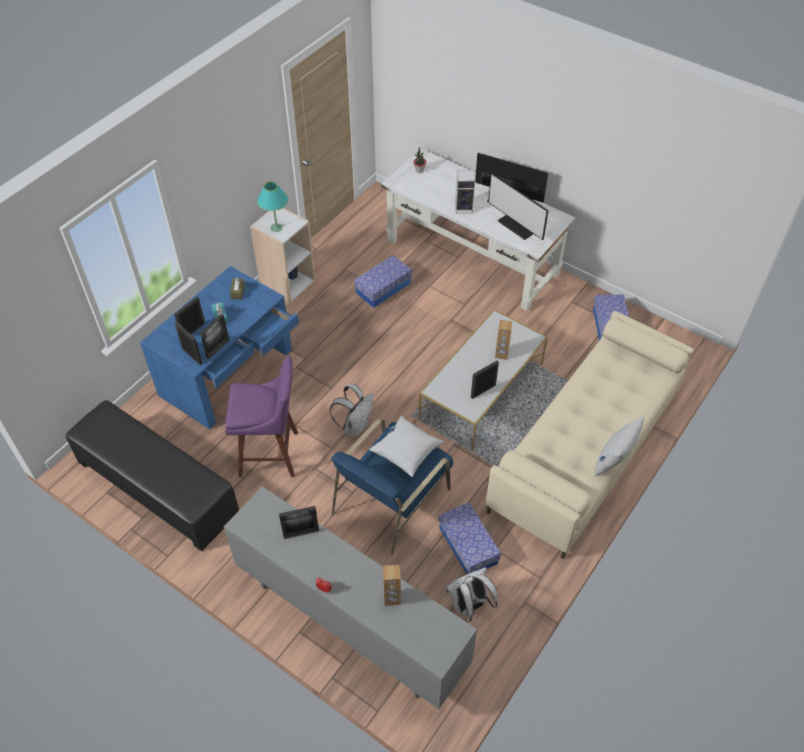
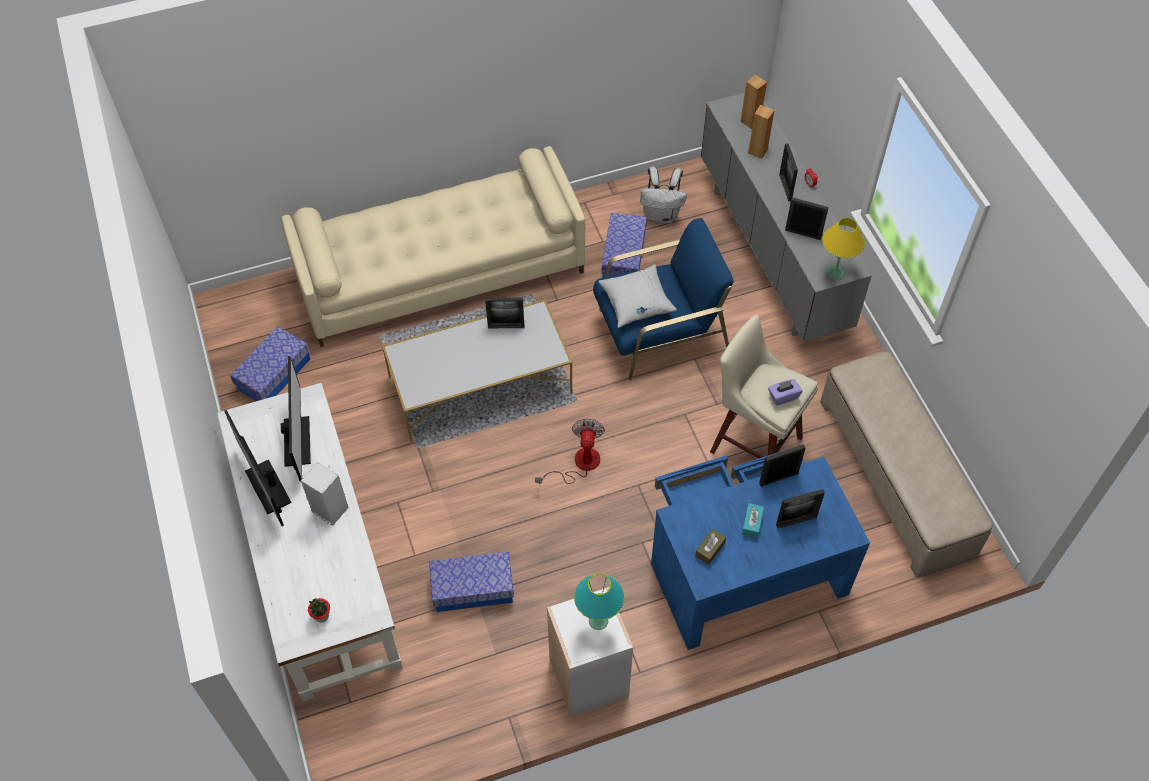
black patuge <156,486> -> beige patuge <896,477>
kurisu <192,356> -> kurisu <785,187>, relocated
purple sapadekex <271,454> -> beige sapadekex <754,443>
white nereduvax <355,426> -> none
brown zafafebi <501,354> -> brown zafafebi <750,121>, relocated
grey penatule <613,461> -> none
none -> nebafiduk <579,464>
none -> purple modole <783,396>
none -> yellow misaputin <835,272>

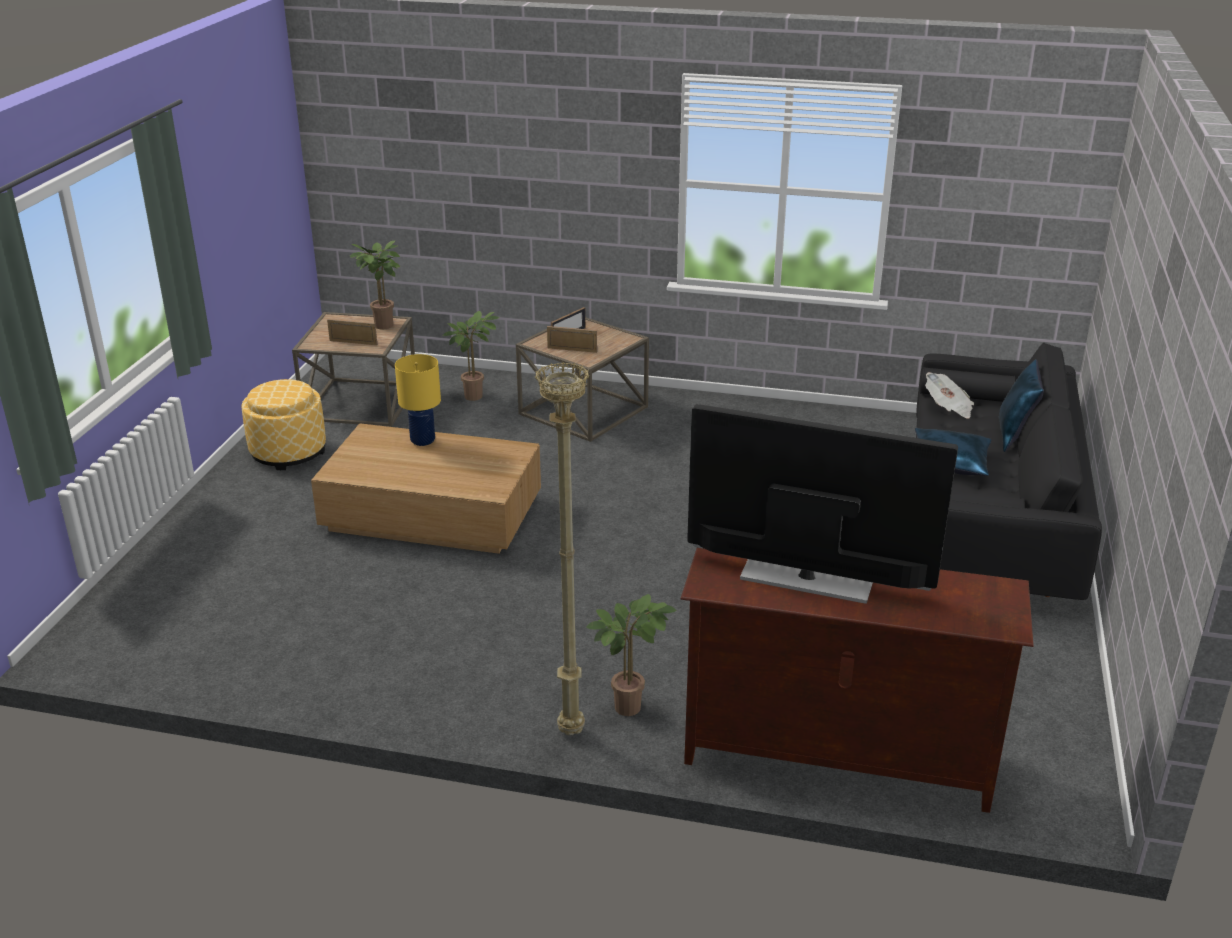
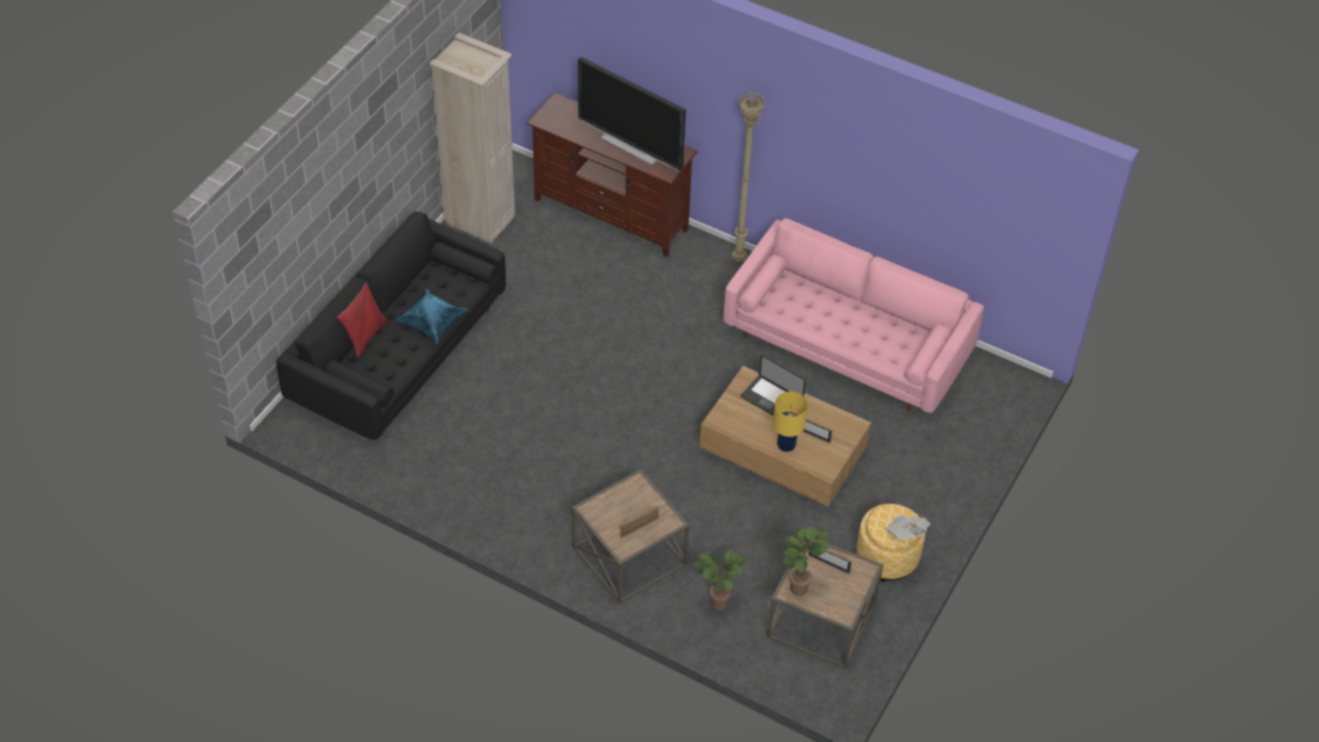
kurisu <572,350> -> kurisu <811,434>, relocated
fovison <630,704> -> none
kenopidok <948,408> -> kenopidok <906,533>, relocated
blue penatule <1015,436> -> red penatule <364,336>
none -> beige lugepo <480,219>
none -> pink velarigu <848,343>
none -> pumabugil <771,399>

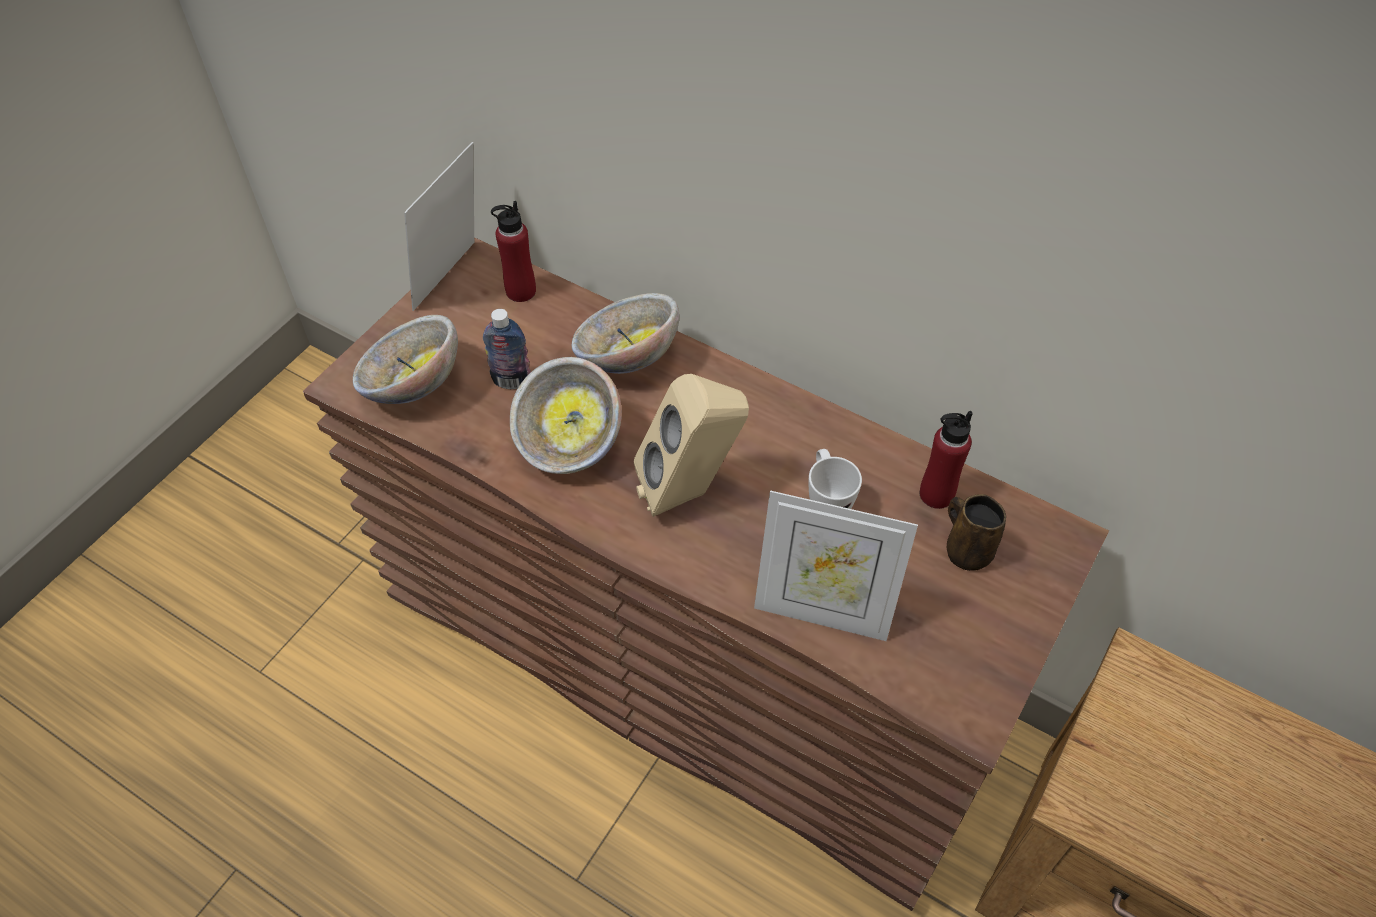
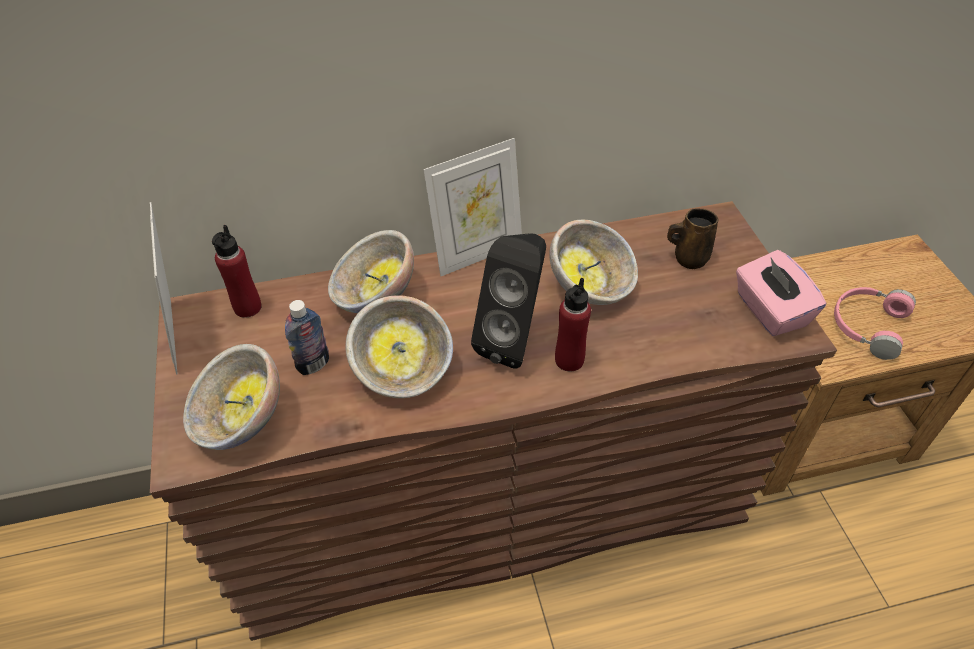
beige zafafebi <691,491> -> black zafafebi <514,340>
kurisu <822,612> -> kurisu <477,254>, relocated
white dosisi <827,499> -> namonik <591,286>
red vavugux <936,494> -> red vavugux <569,360>, relocated
none -> pink modole <769,311>
none -> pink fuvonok <866,325>

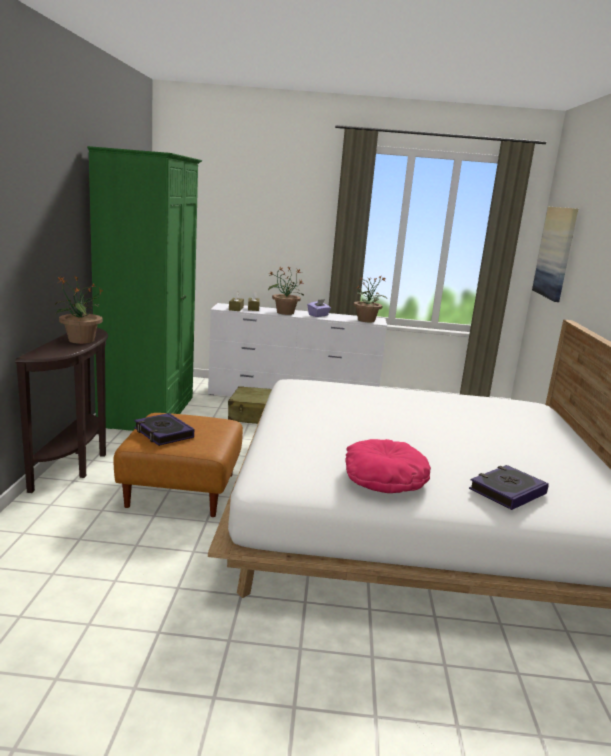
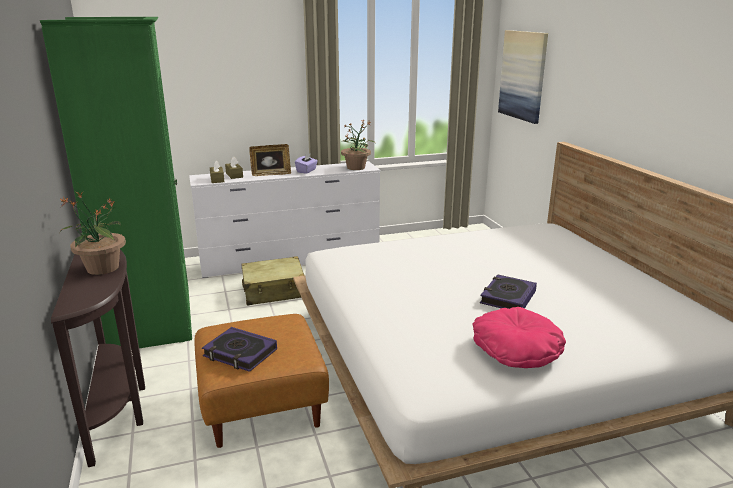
fovison <284,312> -> kurisu <271,174>
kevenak <507,491> -> kevenak <507,297>, relocated

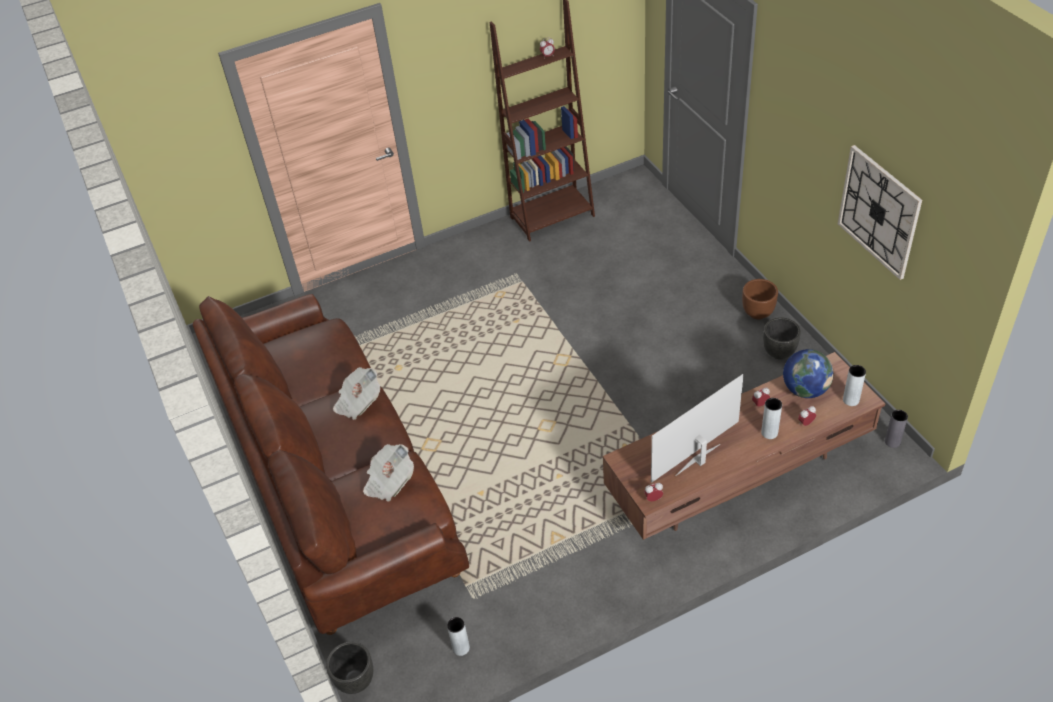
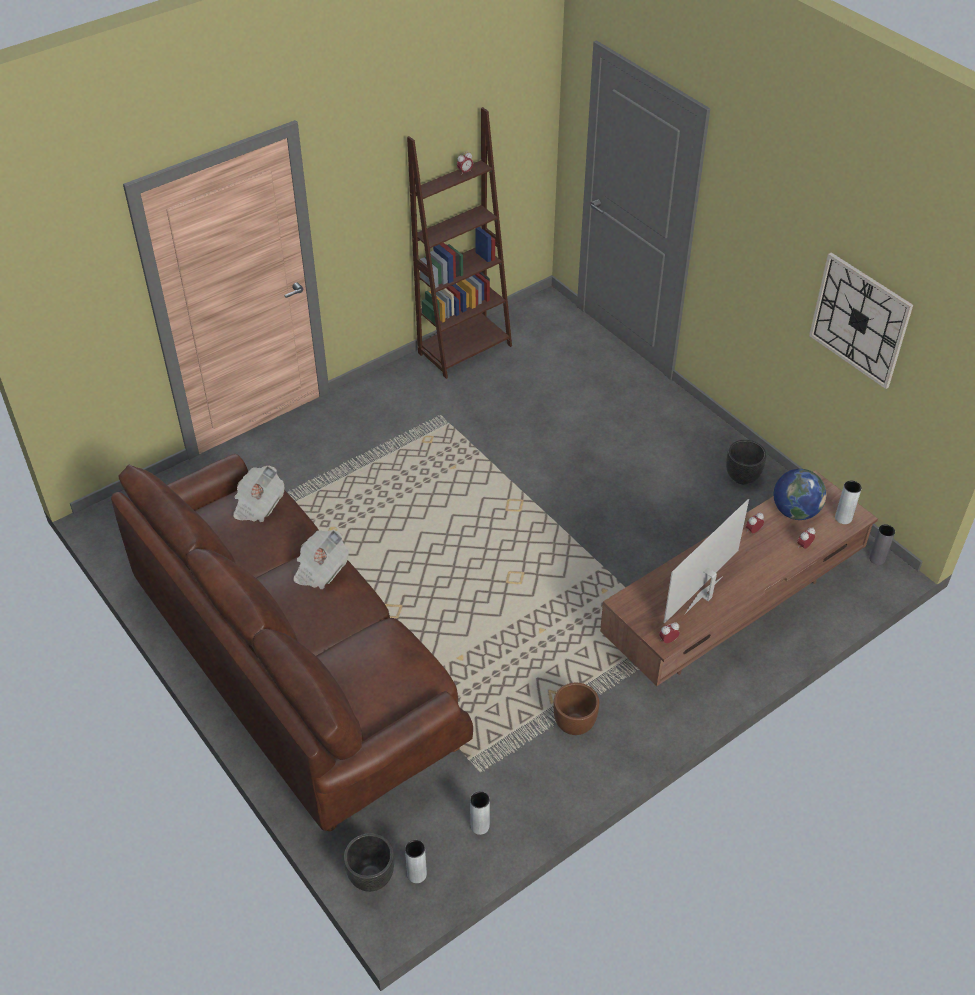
kenopidok <389,482> -> kenopidok <258,505>, relocated
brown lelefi <757,313> -> brown lelefi <574,724>, relocated
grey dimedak <769,433> -> grey dimedak <417,874>, relocated

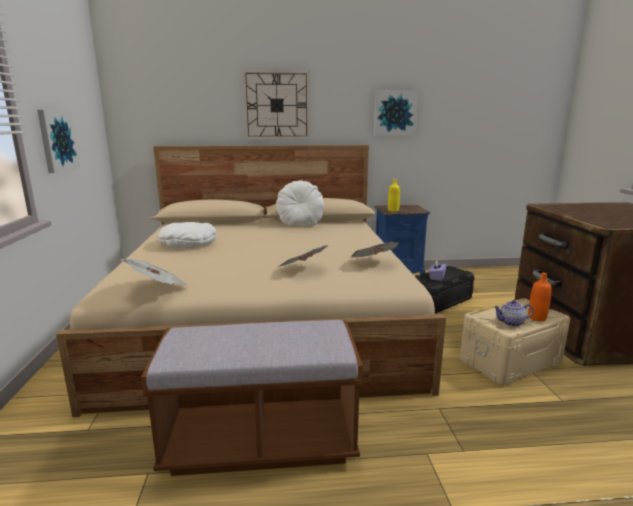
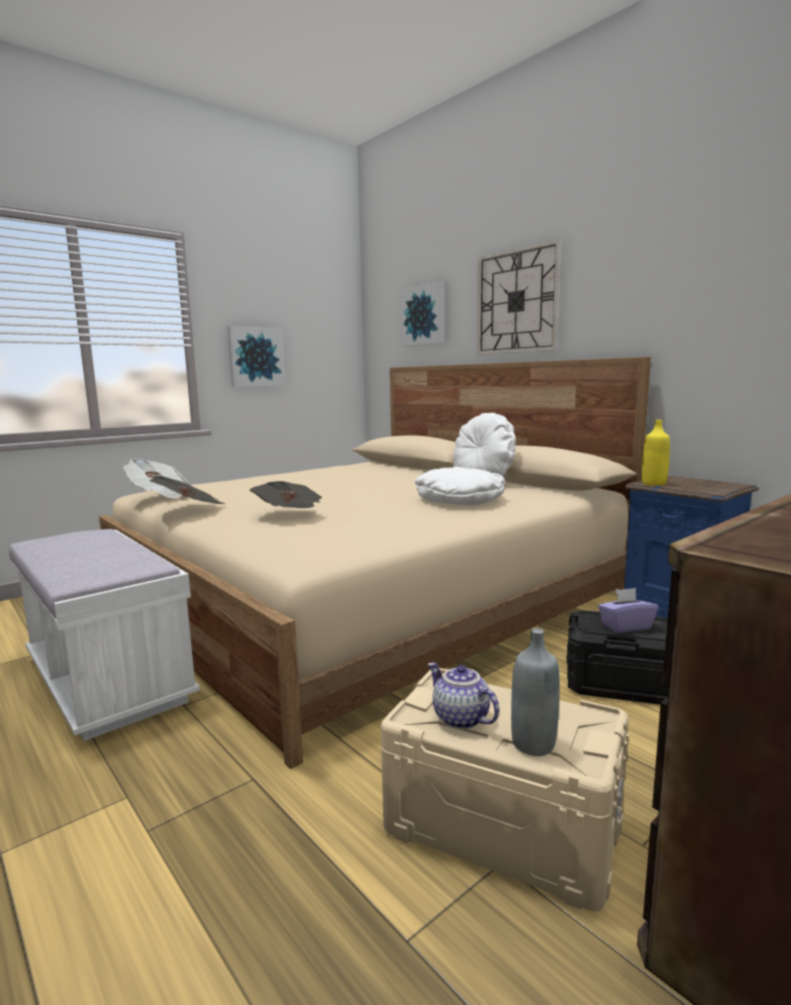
brown patuge <261,441> -> white patuge <108,681>
white penatule <189,243> -> white penatule <461,500>, relocated
kenopidok <373,262> -> kenopidok <191,509>, relocated
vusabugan <395,113> -> vusabugan <424,315>, relocated
orange vavugux <537,318> -> grey vavugux <533,744>

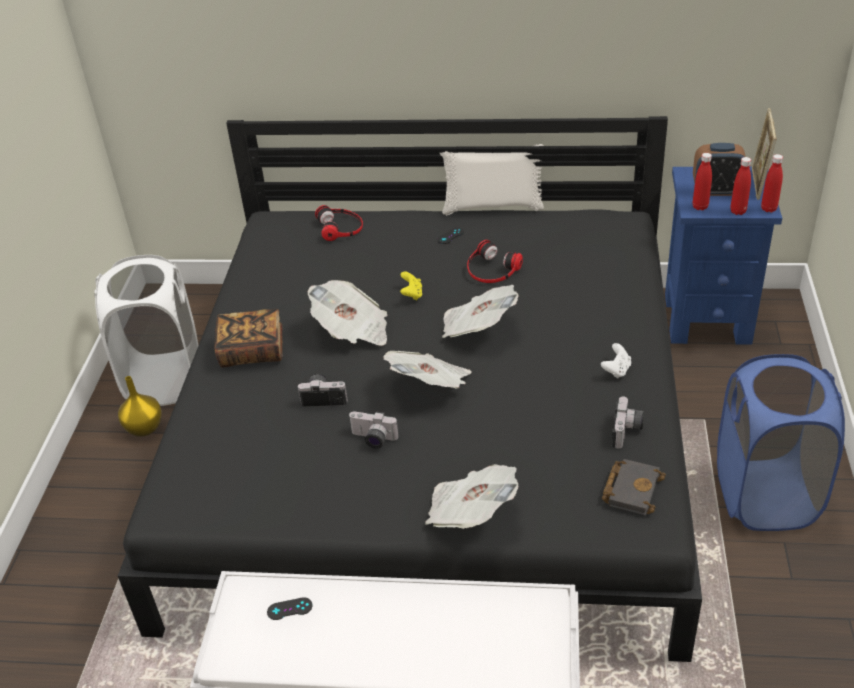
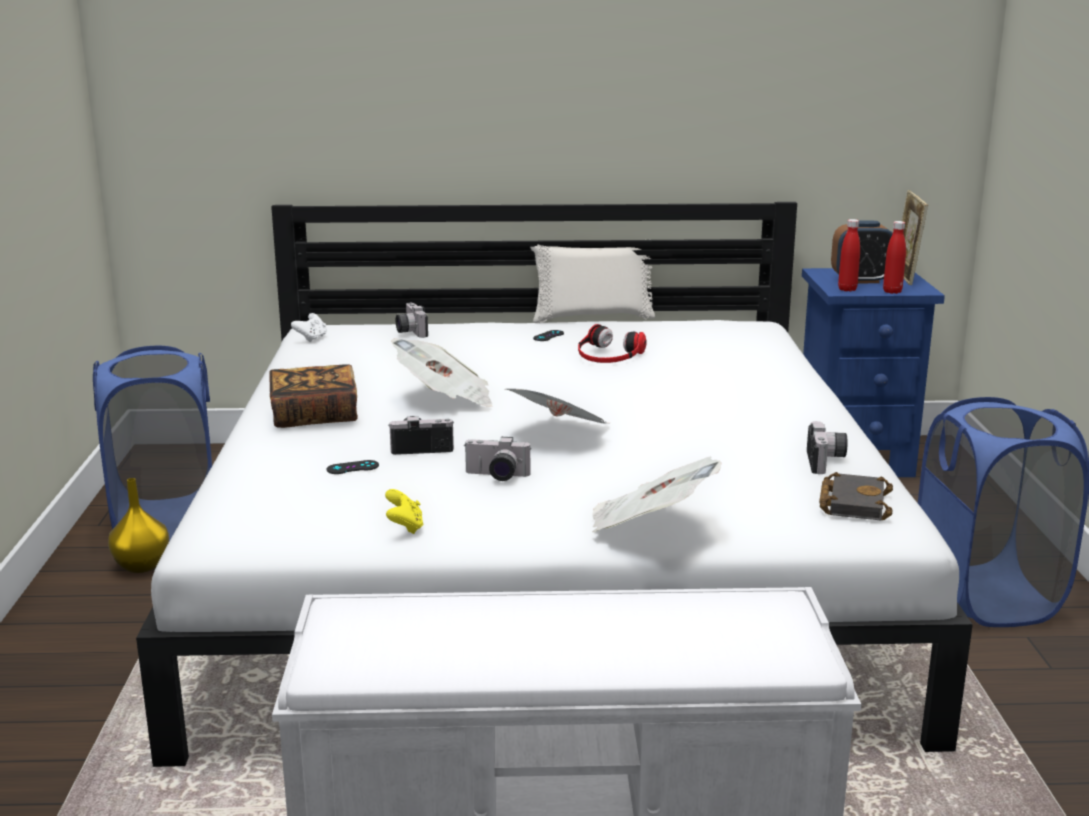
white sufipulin <165,379> -> blue sufipulin <167,523>
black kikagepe <435,438> -> white kikagepe <546,563>
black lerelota <289,609> -> black lerelota <352,467>, relocated
fuvonok <341,227> -> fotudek <409,331>
yellow lerelota <412,294> -> yellow lerelota <404,527>, relocated
kenopidok <477,328> -> none
white lerelota <616,370> -> white lerelota <311,338>, relocated
red vavugux <768,209> -> none

